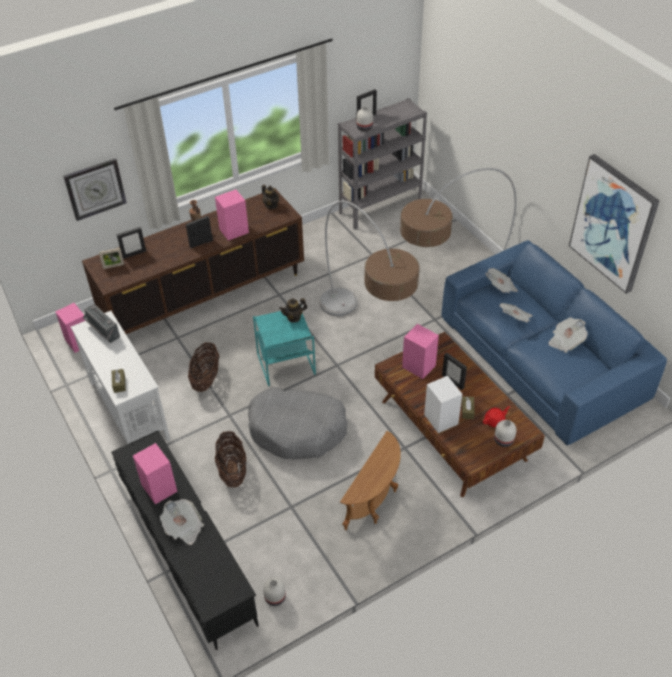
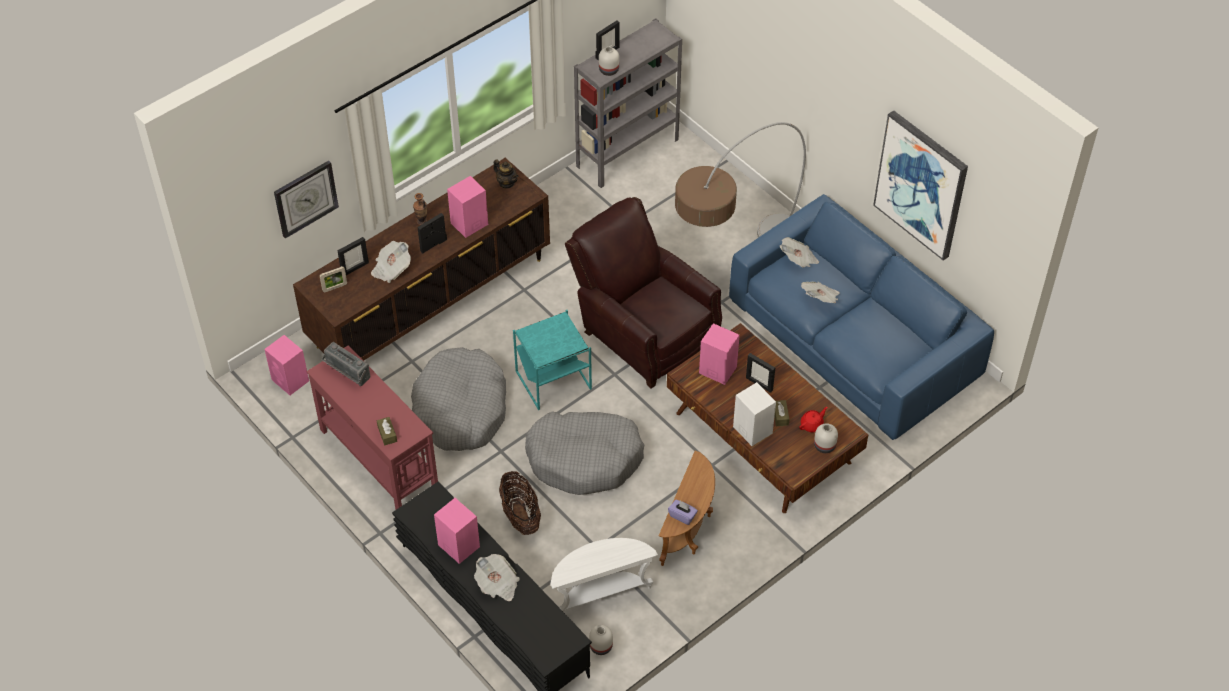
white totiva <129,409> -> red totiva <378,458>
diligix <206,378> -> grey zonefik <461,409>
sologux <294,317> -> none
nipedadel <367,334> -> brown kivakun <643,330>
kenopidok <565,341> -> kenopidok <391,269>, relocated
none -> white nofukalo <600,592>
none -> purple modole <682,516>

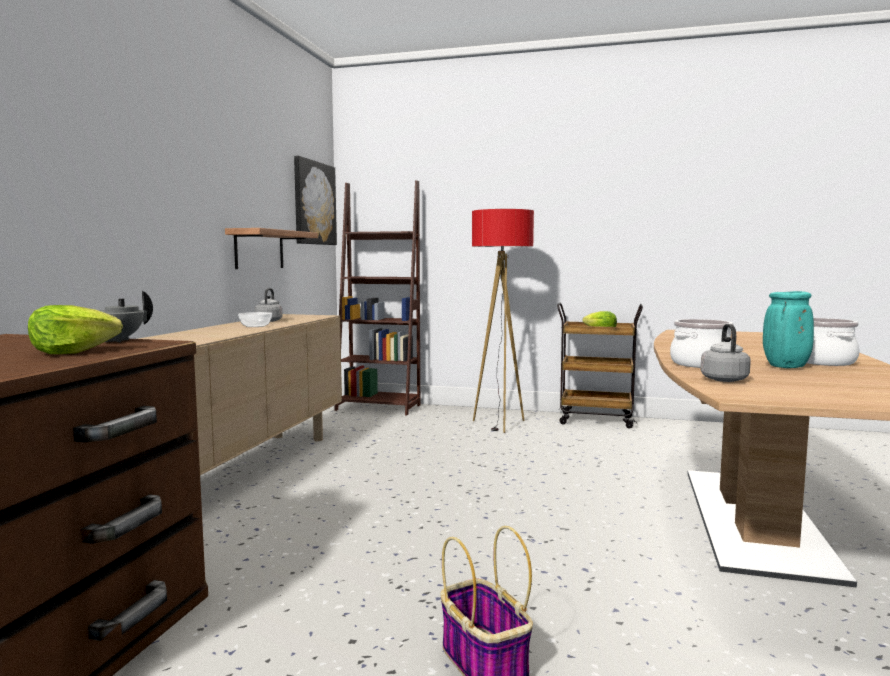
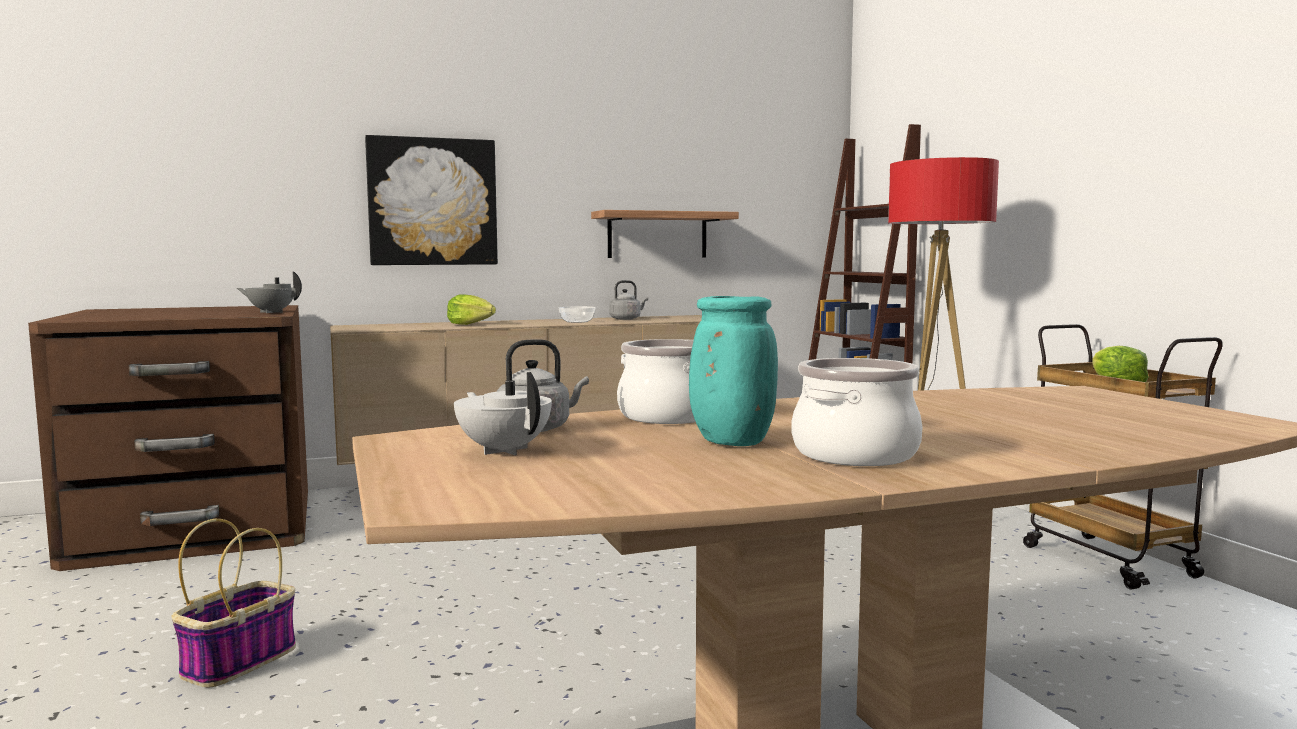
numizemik <72,352> -> numizemik <470,324>, relocated
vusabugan <314,203> -> vusabugan <432,202>, relocated
none -> white sologux <504,450>

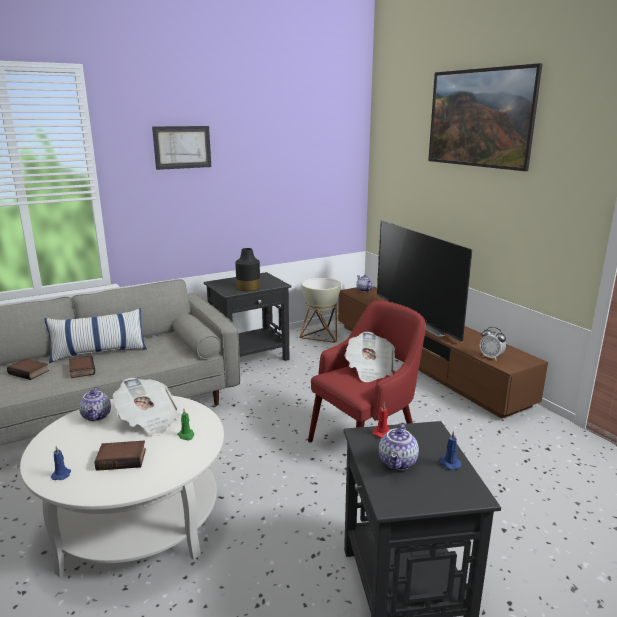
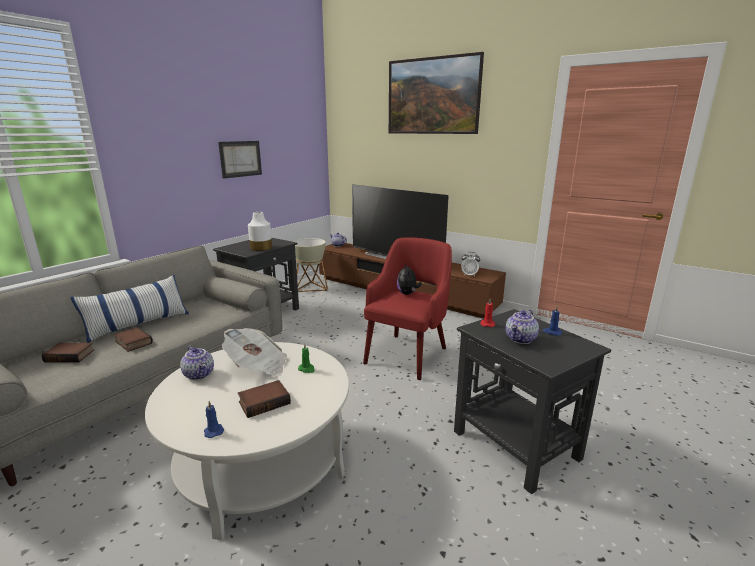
vusabugan <182,147> -> vusabugan <240,159>, relocated
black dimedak <248,287> -> white dimedak <261,248>
kenopidok <369,370> -> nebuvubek <407,293>
sologux <398,463> -> sologux <521,339>, 45 degrees clockwise

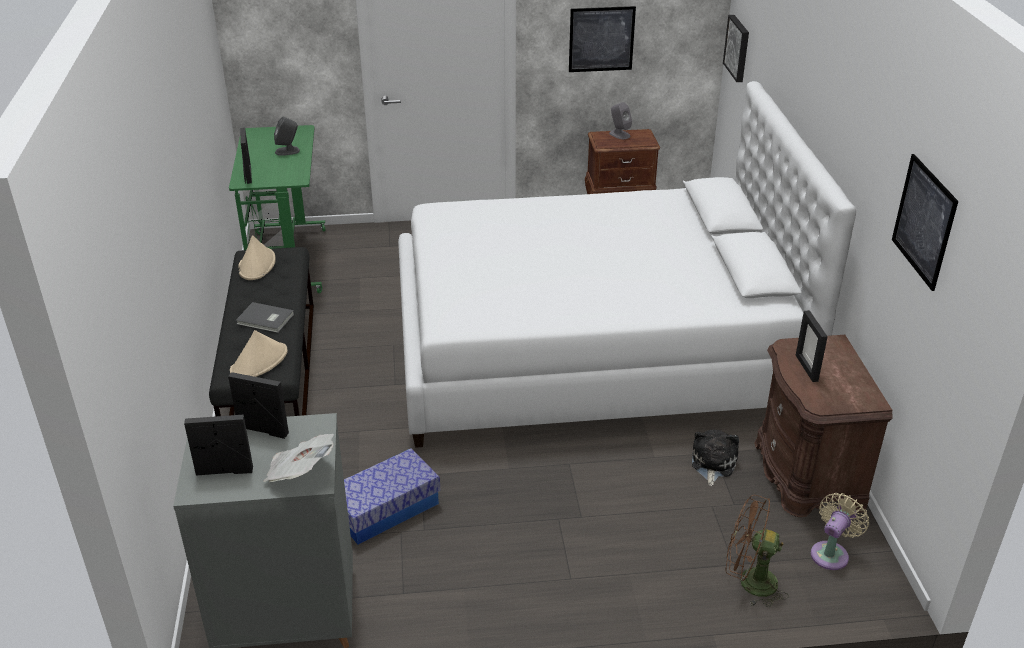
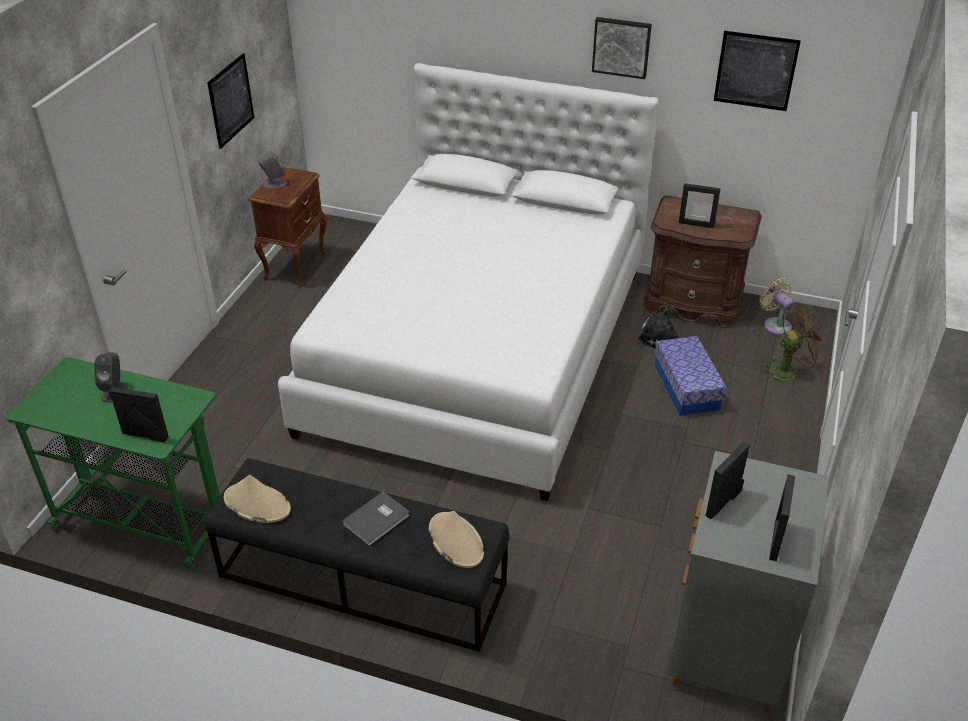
kenopidok <300,472> -> none
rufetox <385,509> -> rufetox <686,387>, relocated
vusabugan <738,48> -> vusabugan <621,47>, relocated
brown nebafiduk <749,582> -> brown nebafiduk <788,371>, 150 degrees counterclockwise

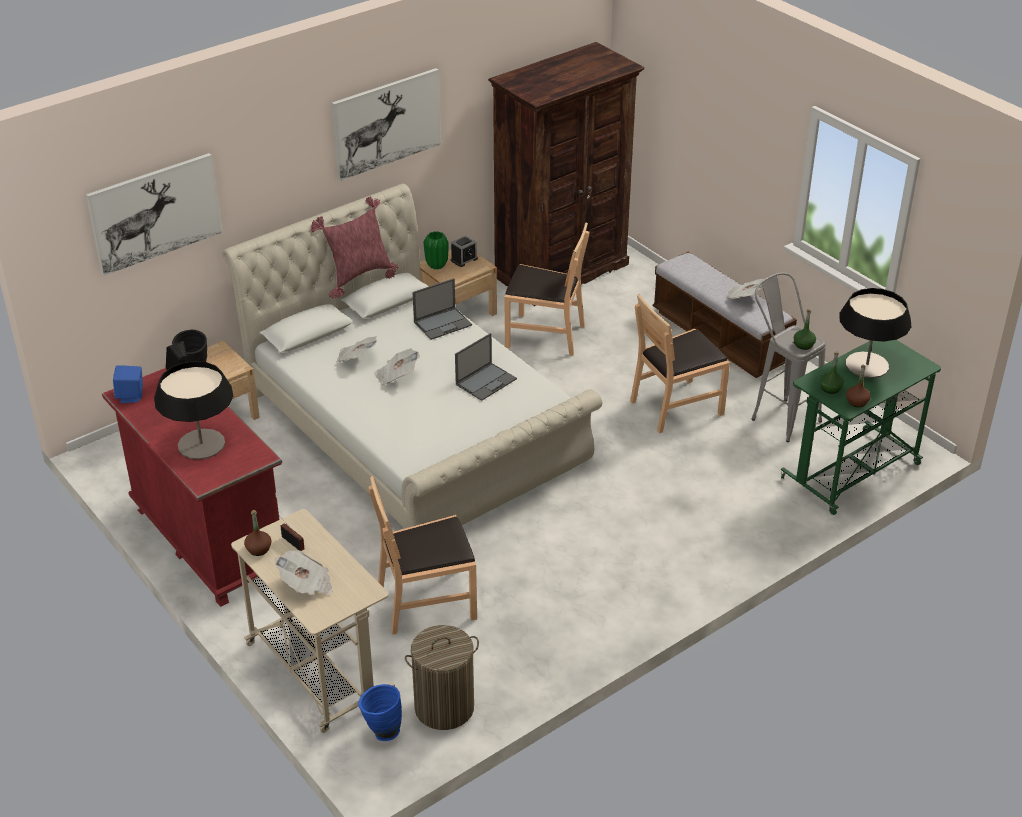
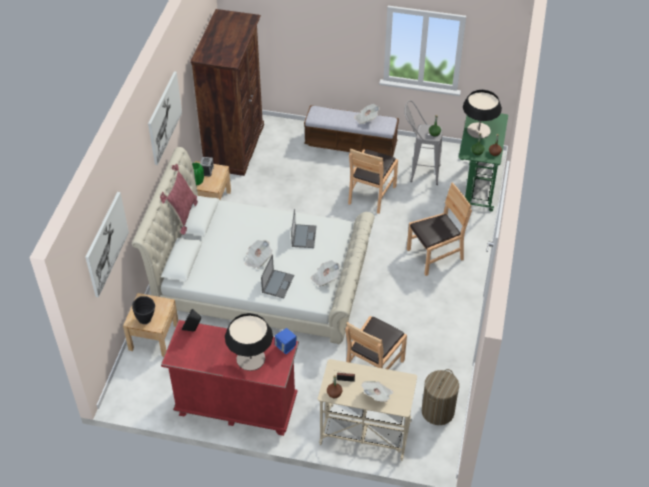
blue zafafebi <131,396> -> blue zafafebi <286,347>, relocated
kenopidok <356,358> -> kenopidok <325,278>, relocated
blue dimedak <381,731> -> none
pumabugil <443,323> -> pumabugil <278,283>, relocated
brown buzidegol <545,335> -> brown buzidegol <435,255>, relocated

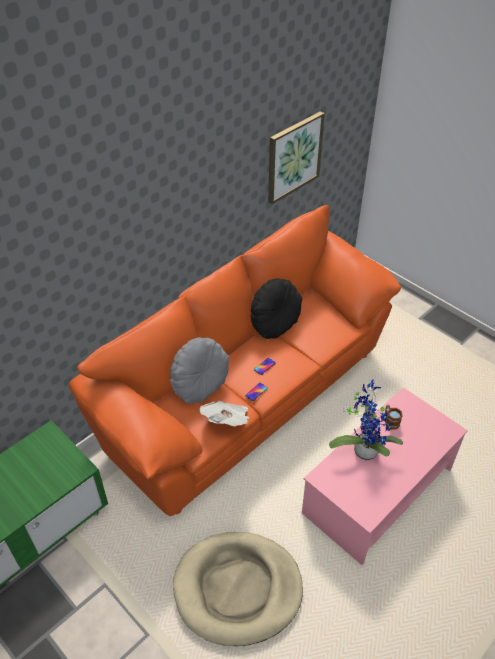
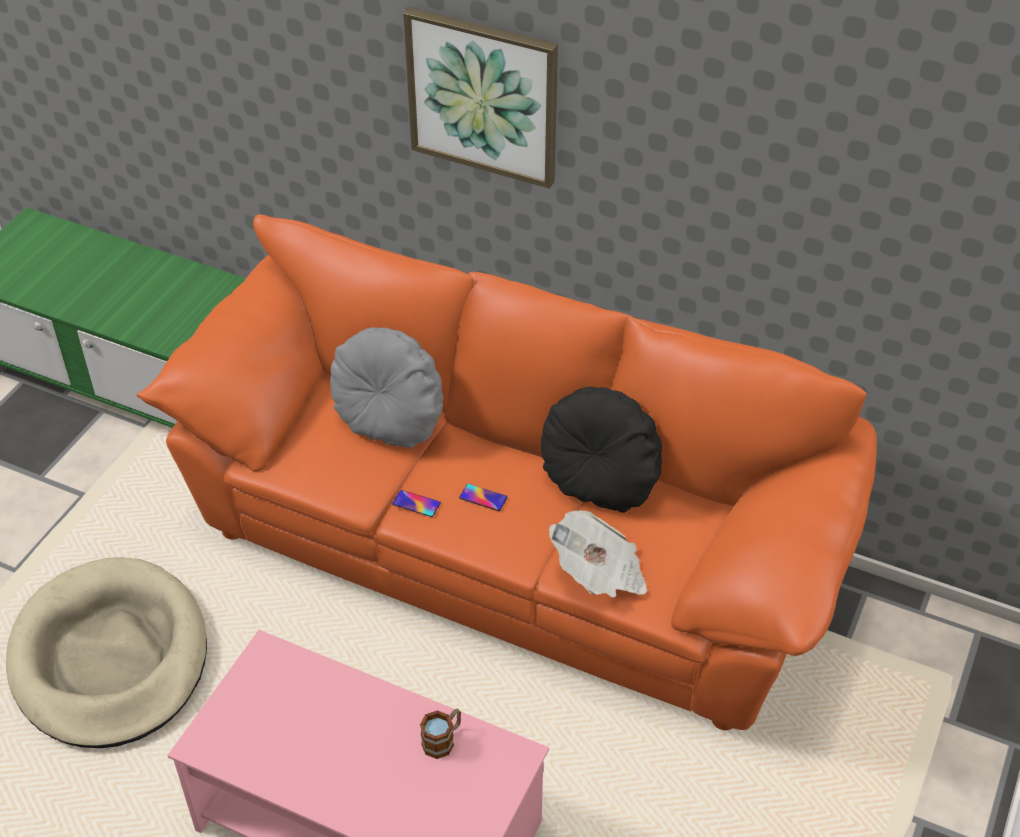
kenopidok <227,421> -> kenopidok <599,573>, relocated
vusabugan <293,157> -> vusabugan <483,96>, relocated
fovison <364,448> -> none

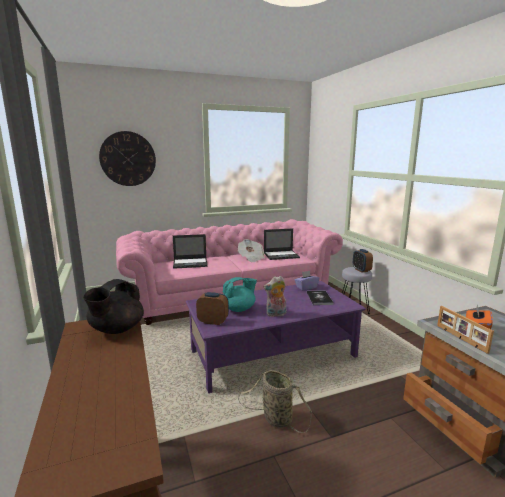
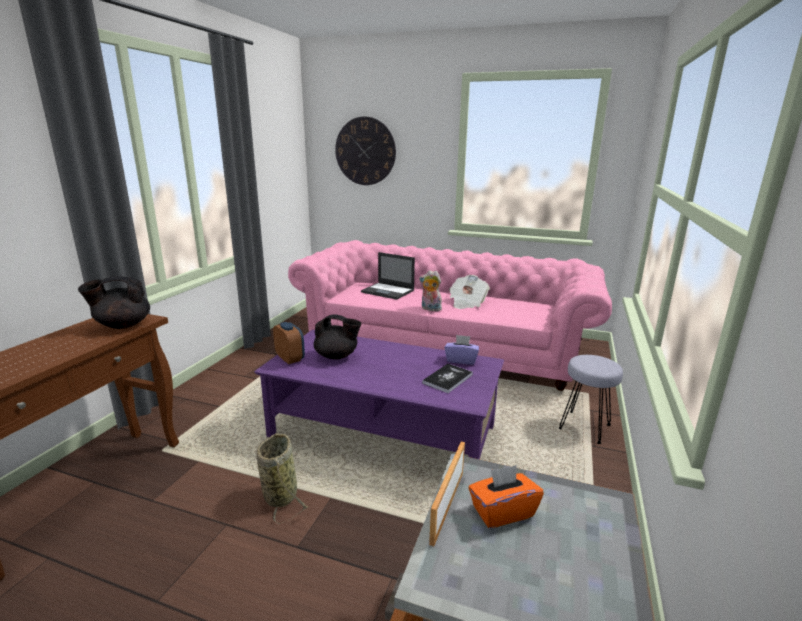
turquoise sologux <239,309> -> black sologux <337,356>
pumabugil <281,255> -> none
nebuvubek <276,314> -> nebuvubek <430,309>, relocated
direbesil <361,270> -> none

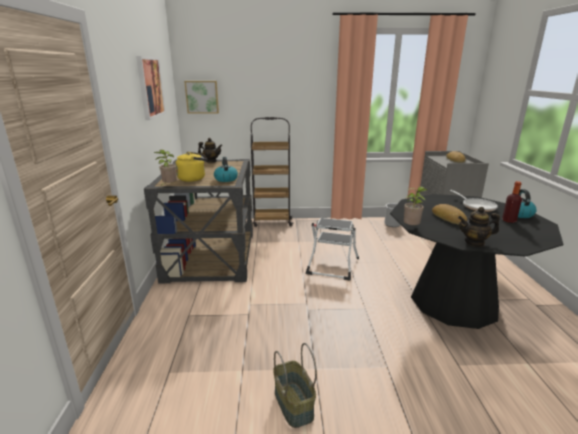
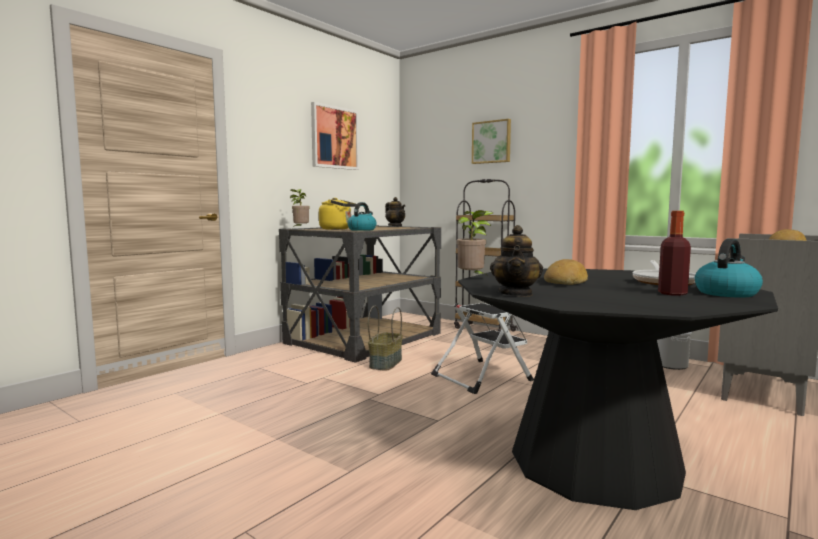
vusabugan <202,97> -> vusabugan <492,142>, relocated
diligix <292,404> -> diligix <385,363>, relocated
sologux <474,242> -> sologux <516,294>, 120 degrees counterclockwise

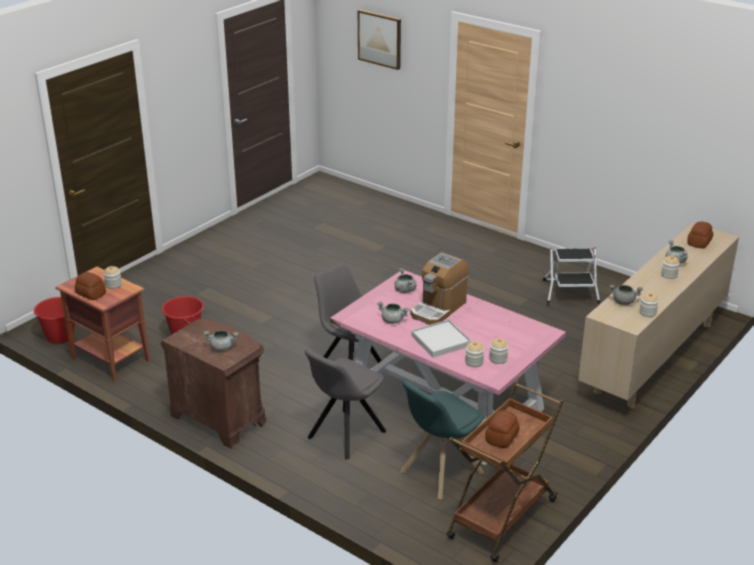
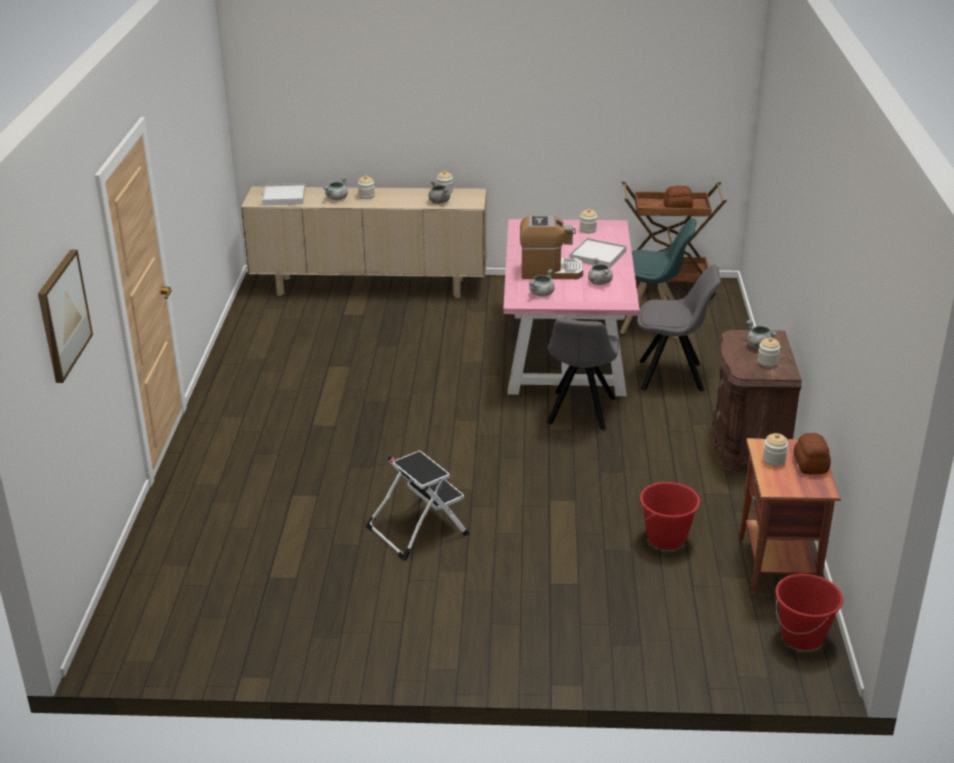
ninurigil <474,362> -> ninurigil <767,362>, relocated
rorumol <569,293> -> rorumol <418,528>, relocated
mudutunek <699,242> -> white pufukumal <284,197>

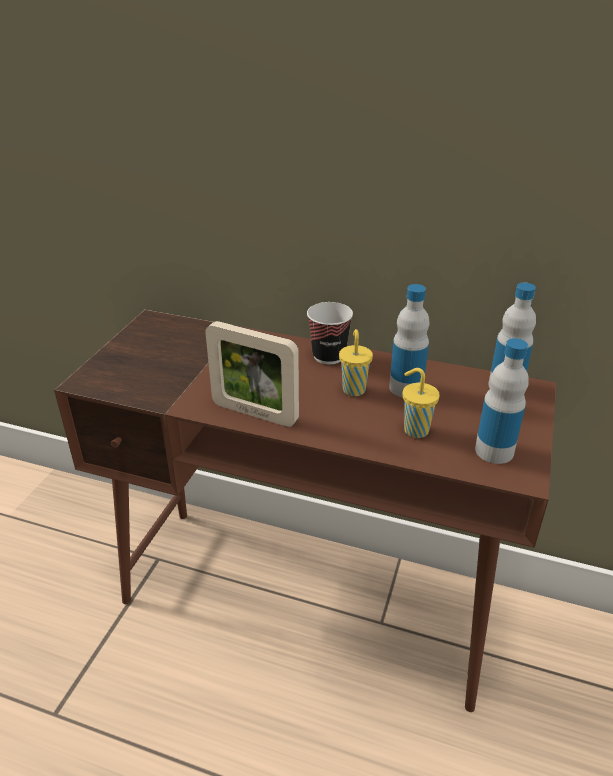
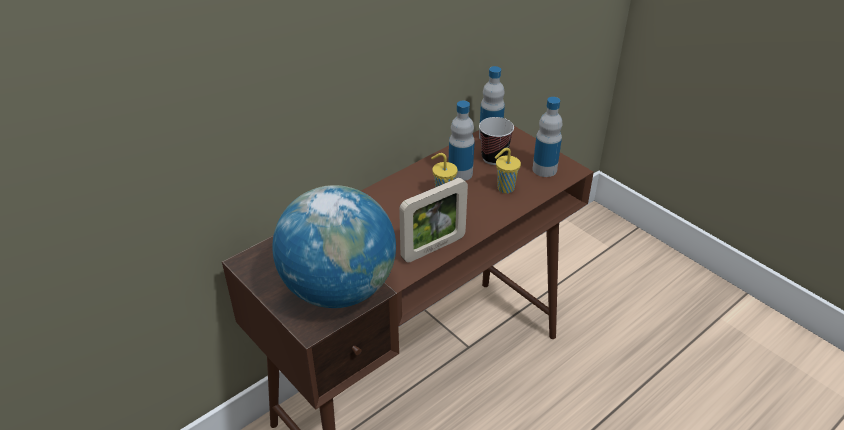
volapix <328,356> -> volapix <494,158>, relocated
none -> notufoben <339,289>

